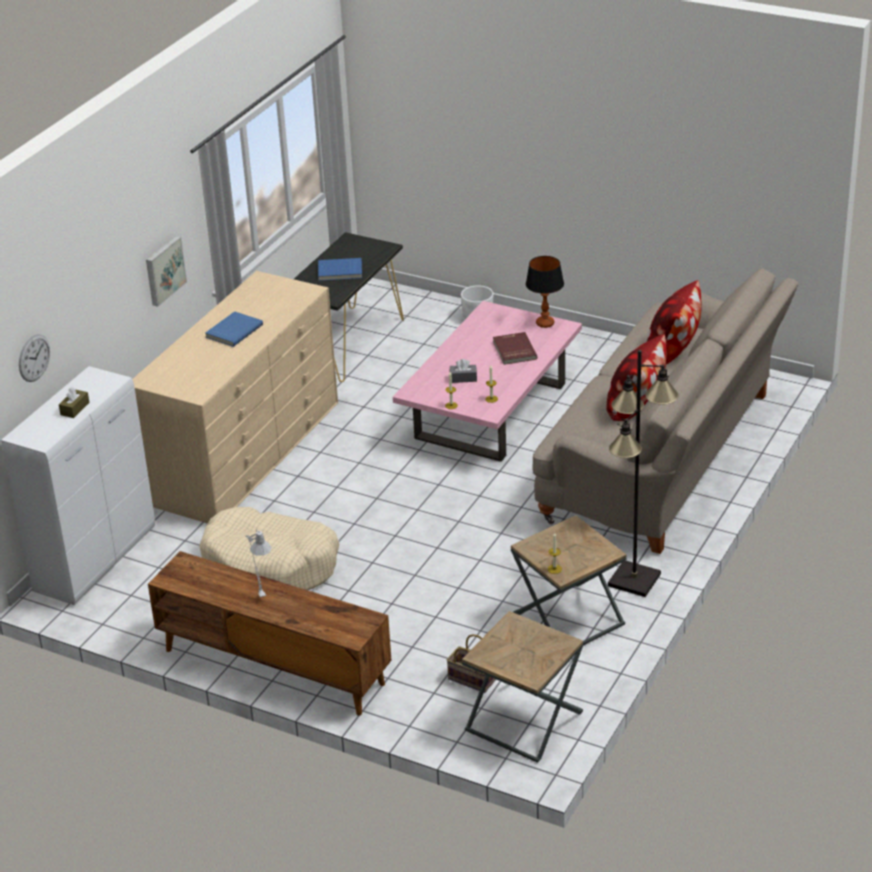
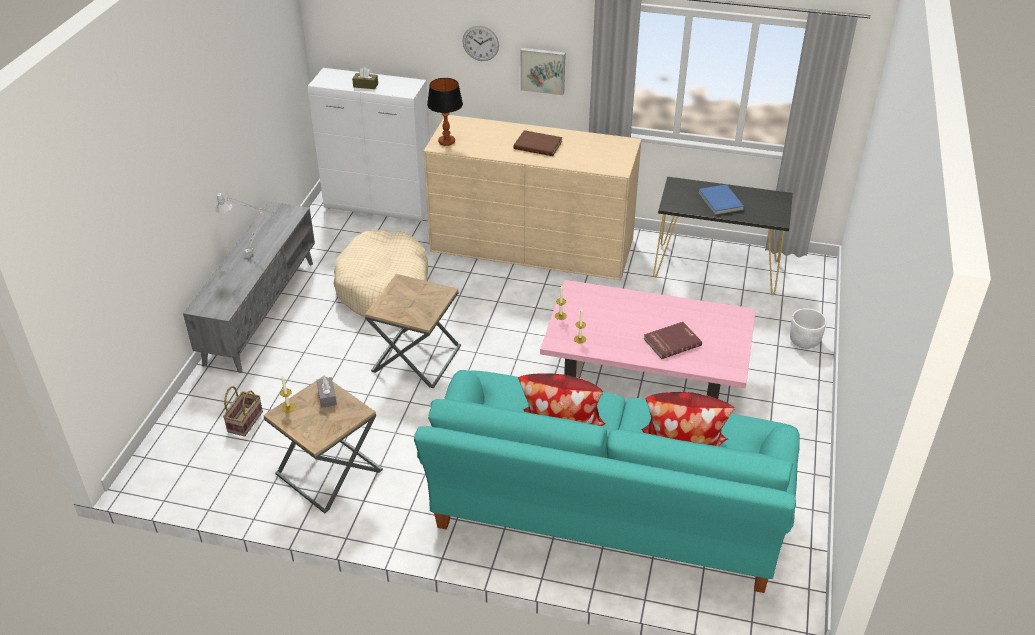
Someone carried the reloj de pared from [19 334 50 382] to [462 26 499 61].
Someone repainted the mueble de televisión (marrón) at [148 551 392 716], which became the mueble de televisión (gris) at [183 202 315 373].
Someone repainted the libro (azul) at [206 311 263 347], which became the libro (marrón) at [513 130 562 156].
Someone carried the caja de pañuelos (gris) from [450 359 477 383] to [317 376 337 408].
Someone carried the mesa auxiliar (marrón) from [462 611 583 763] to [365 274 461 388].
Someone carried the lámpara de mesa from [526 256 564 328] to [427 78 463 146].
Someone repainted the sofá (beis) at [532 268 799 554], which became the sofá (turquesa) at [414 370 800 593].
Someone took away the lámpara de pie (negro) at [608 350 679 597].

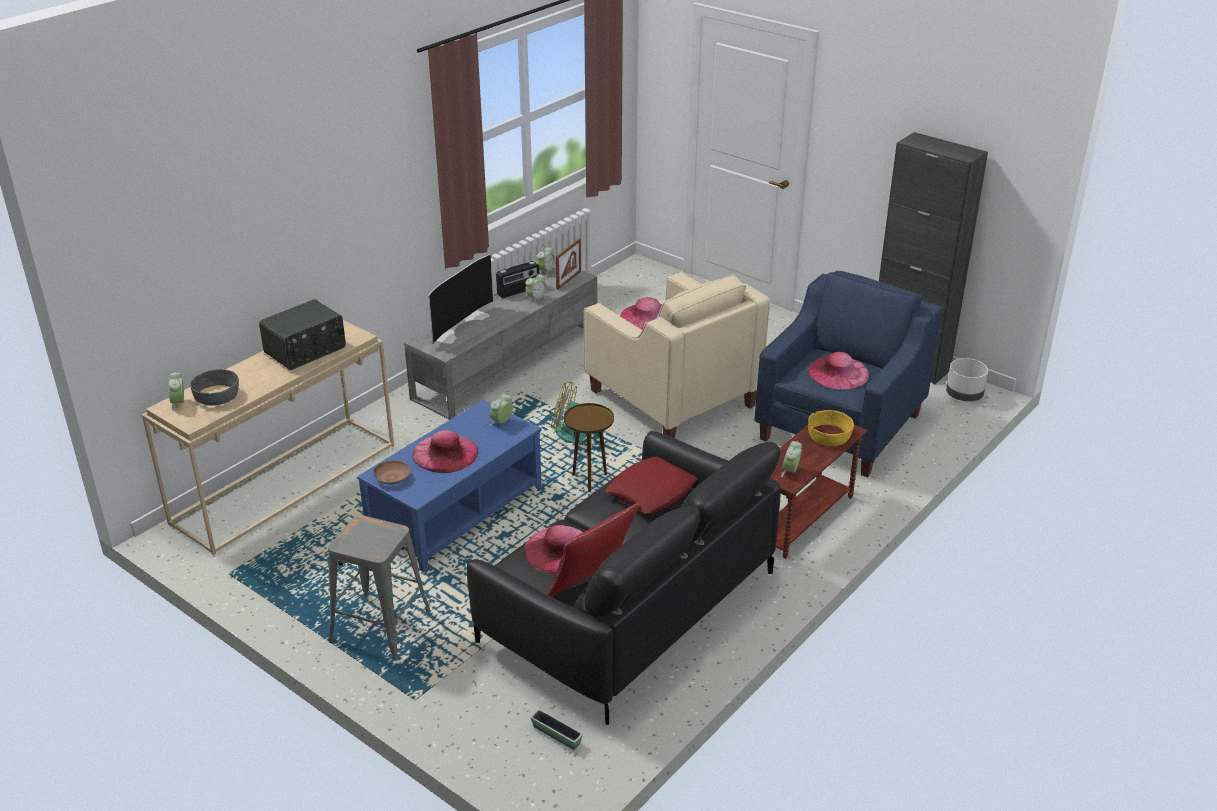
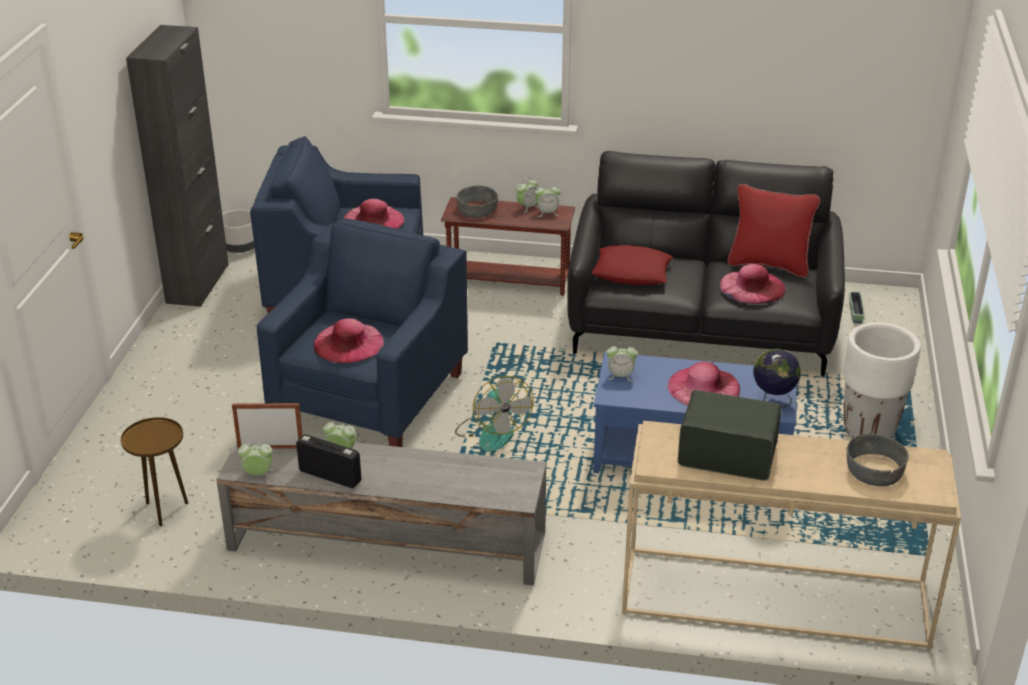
Someone carried the despertador from [169 372 184 411] to [516 178 538 213].
Someone swapped the taburete (gris) at [328 515 431 660] for the maceta (blanco) at [844 322 920 438].
Someone swapped the cuenco (marrón) at [373 460 410 485] for the globo terráqueo at [753 349 801 408].
Someone took away the televisor at [428 254 493 344].
Someone carried the mesa auxiliar (marrón) from [564 403 614 492] to [121 417 188 526].
Someone repainted the sillón (beis) at [584 272 770 438], which became the sillón (azul) at [257 219 468 447].
Someone repainted the cuenco (amarillo) at [808 410 854 446], which became the cuenco (gris) at [456 185 498 218].

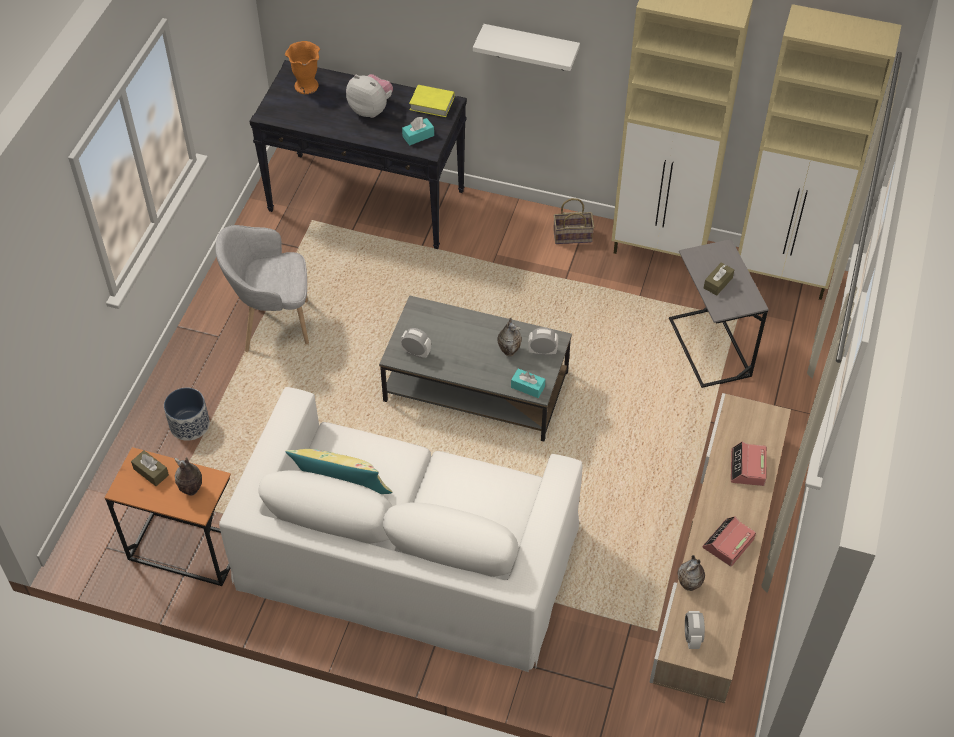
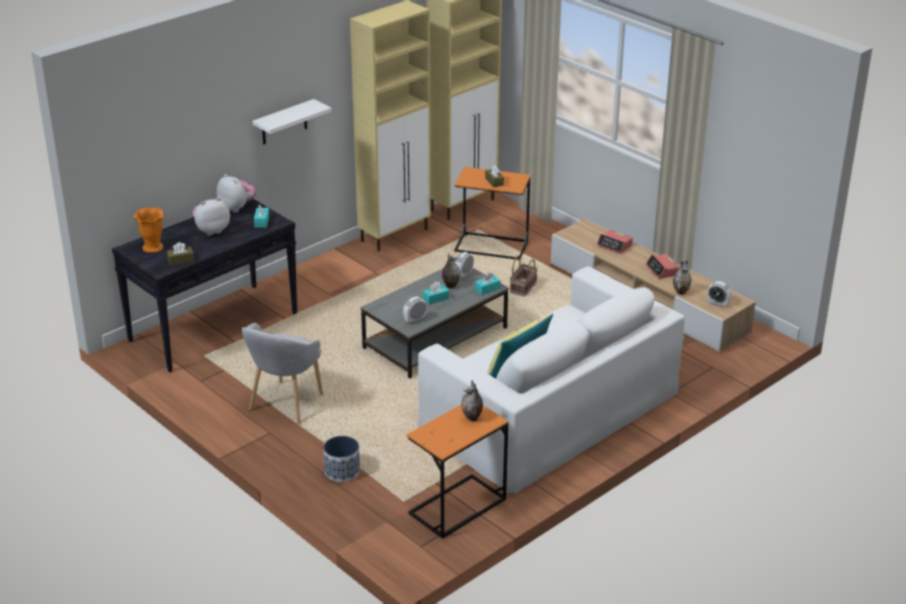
Someone carried the caja de pañuelos (marrón) from [131 450 169 486] to [167 242 194 266].
Someone swapped the libro (amarillo) at [409 85 455 117] for the peluche at [217 174 256 213].
Someone carried the cesta from [553 198 594 244] to [510 255 538 297].
Someone repainted the mesa auxiliar (gris) at [669 239 769 388], which became the mesa auxiliar (naranja) at [454 167 531 260].
Someone put down the caja de pañuelos (turquesa) at [423 282 449 305].

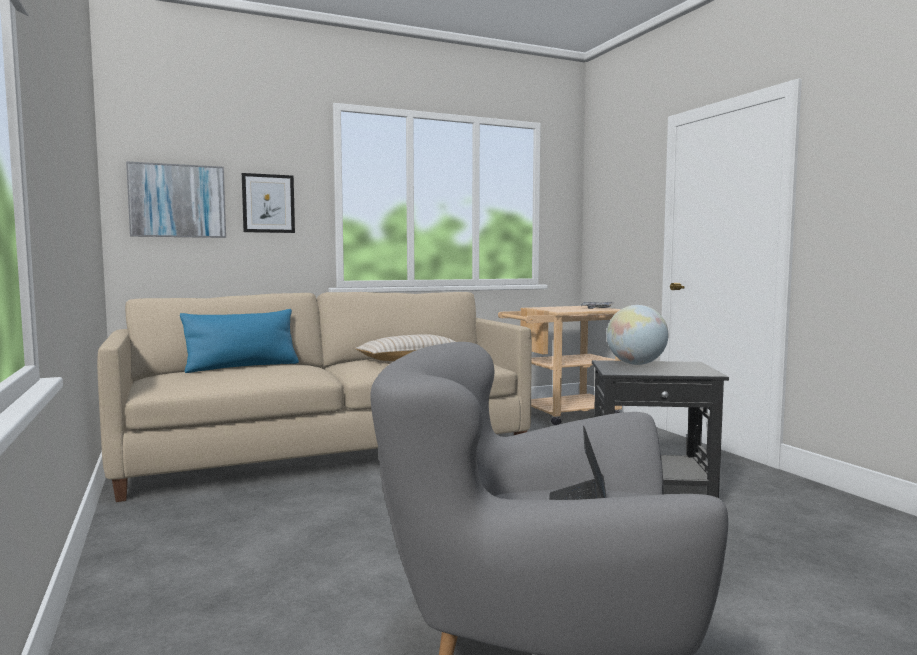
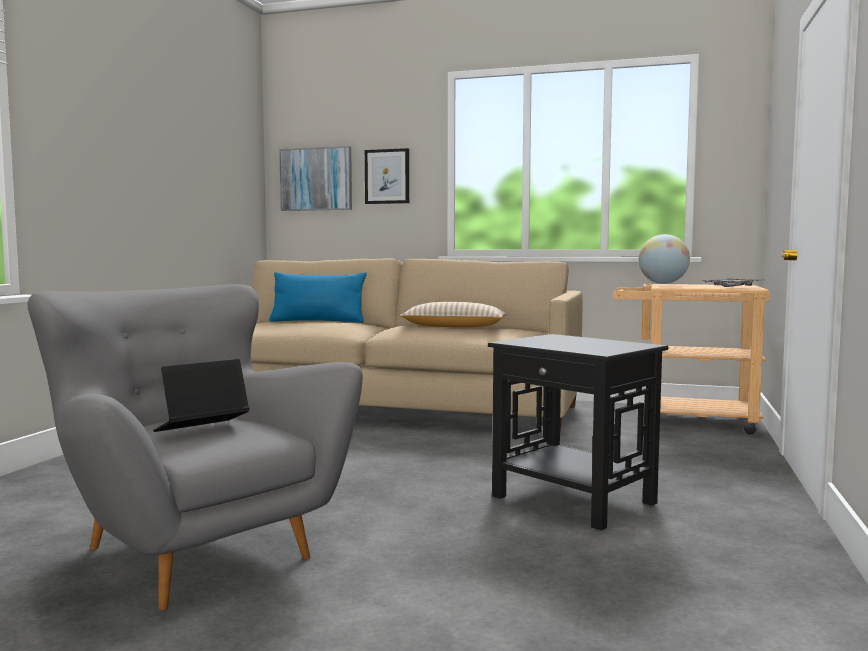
Someone carried the globo terráqueo from [606 305 668 365] to [639 234 690 284].

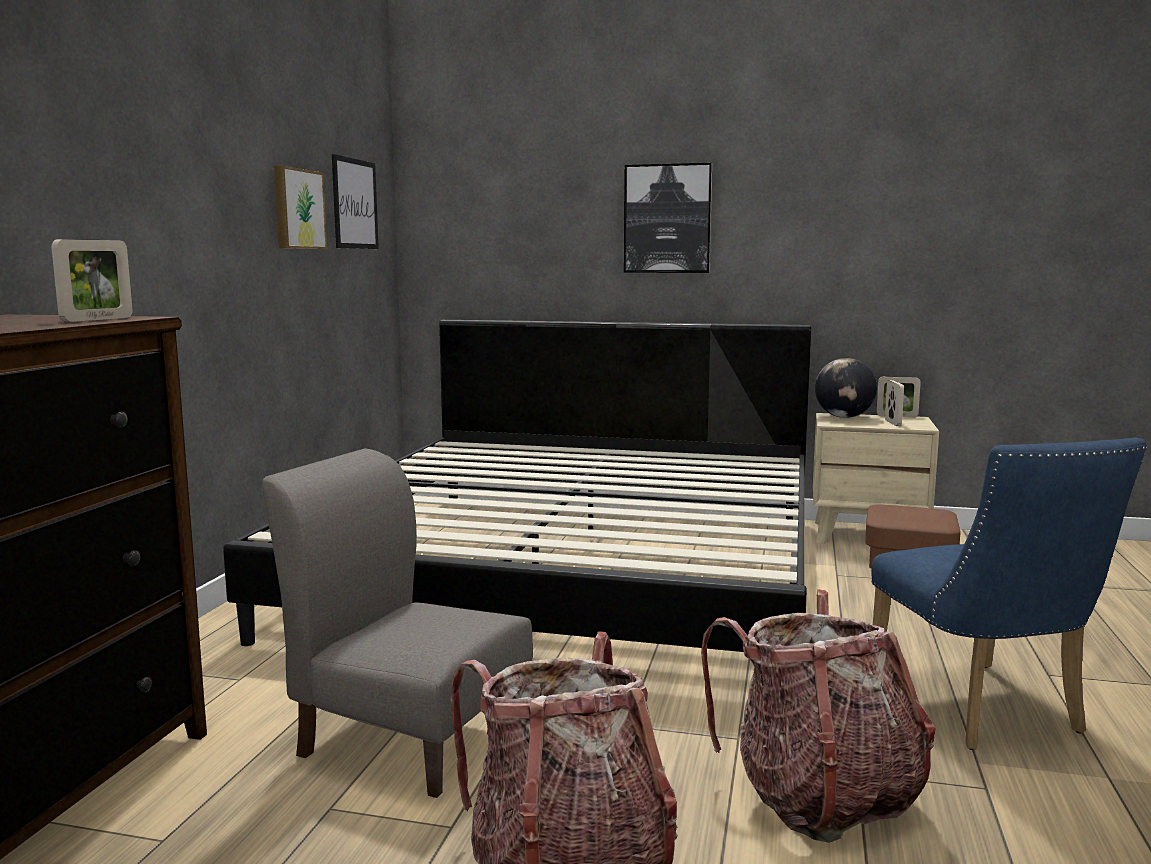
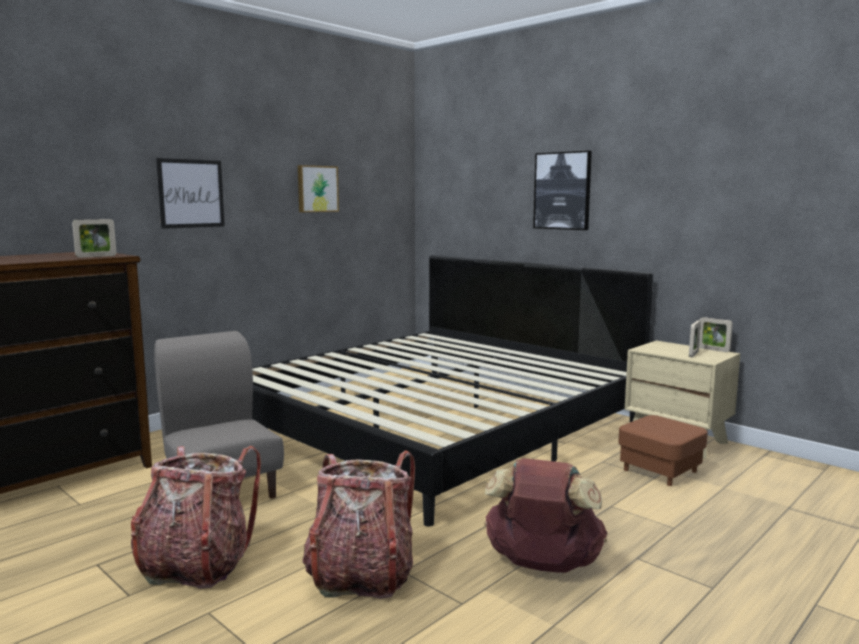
Someone carried the cuadro from [332 154 379 249] to [156 158 225 229].
Someone took away the globo terráqueo at [815 358 877 418].
Someone swapped the silla (azul) at [871 438 1147 750] for the mochila (marrón) at [484 458 608 573].

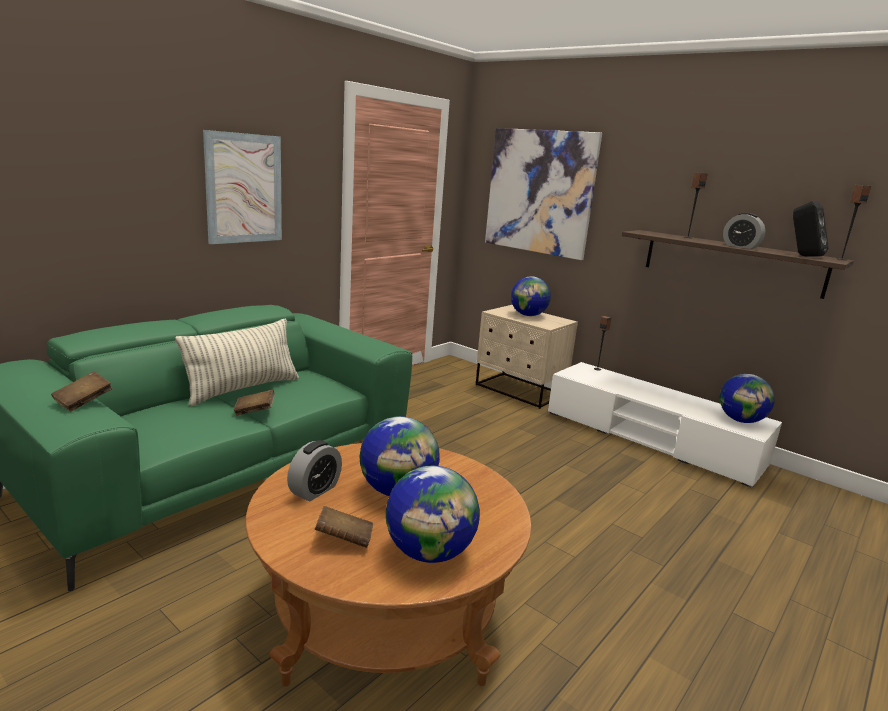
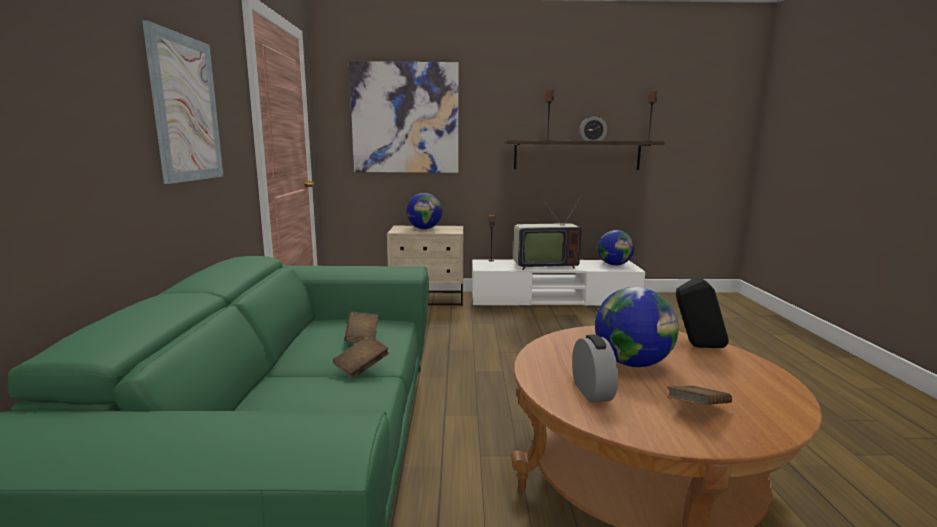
Someone carried the libro (marrón) from [51 372 112 411] to [345 312 378 343].
Someone took away the cojín at [175 318 299 406].
Someone took away the globo terráqueo at [386 466 480 563].
Someone carried the altavoz (negro) from [793 201 829 257] to [676 275 729 348].
Someone put down the televisor at [513 194 582 270].

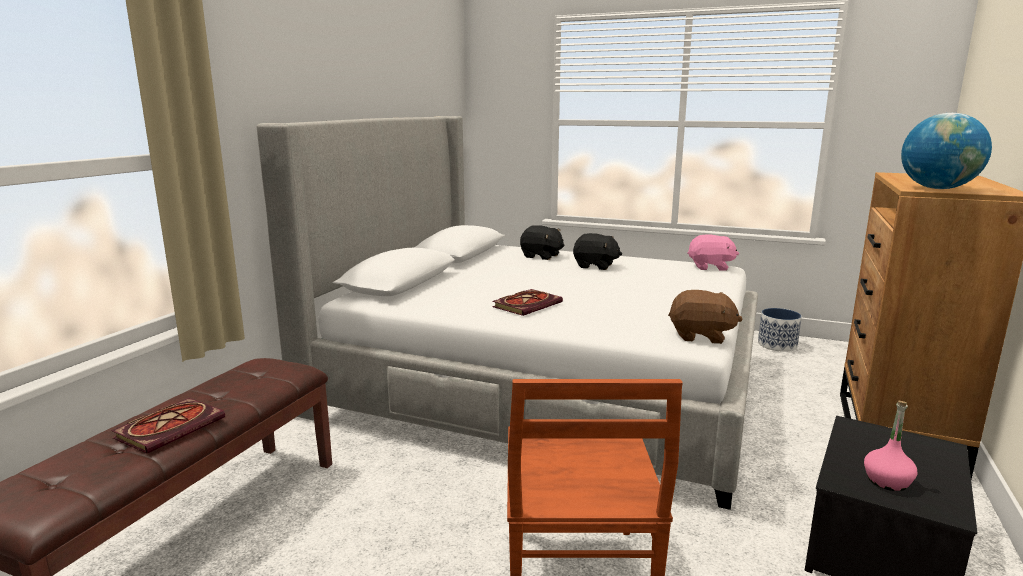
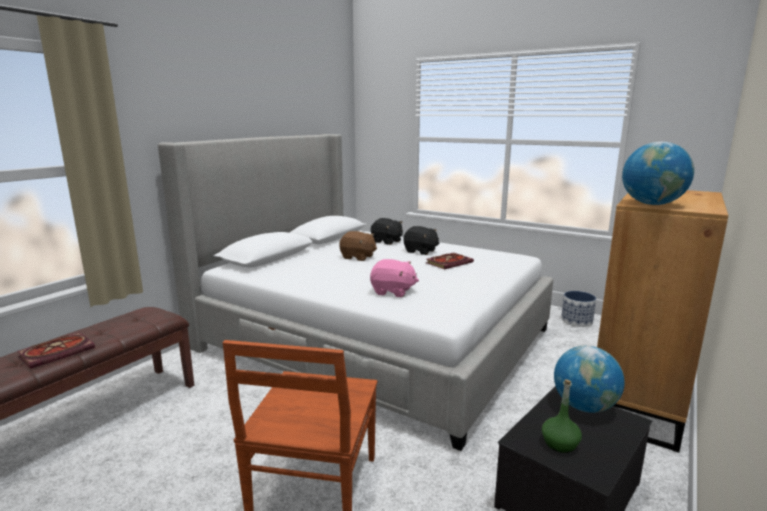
Someone carried the libro from [492 289 563 316] to [426 253 474 269].
Someone carried the peluche (marrón) from [668 290 742 344] to [339 231 377 261].
Someone carried the peluche (rosa) from [688 235 739 271] to [370 259 419 297].
Someone repainted the botella (rosa) at [864 401 917 491], which became the botella (verde) at [542 379 582 453].
Someone put down the globo terráqueo at [554 346 625 413].

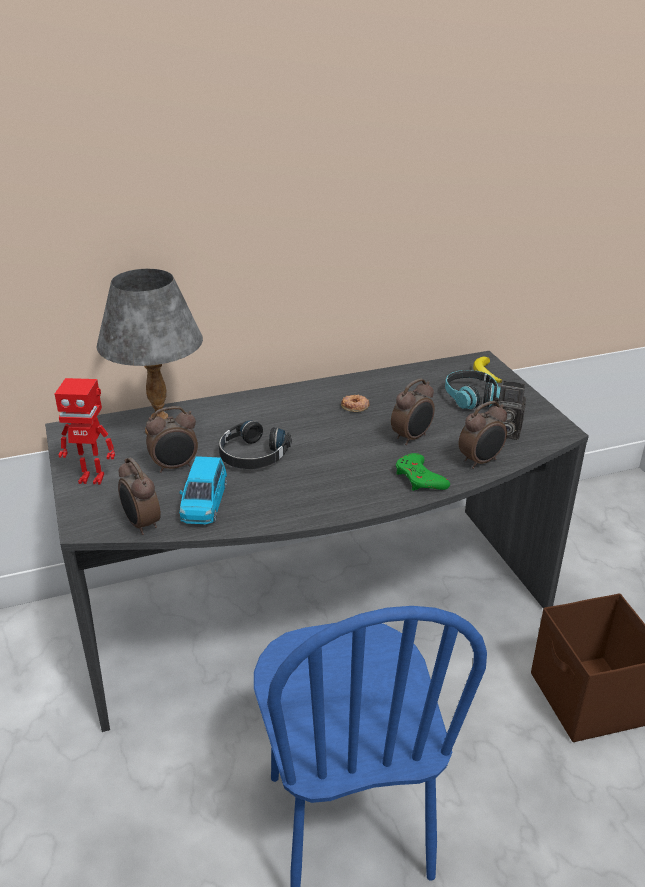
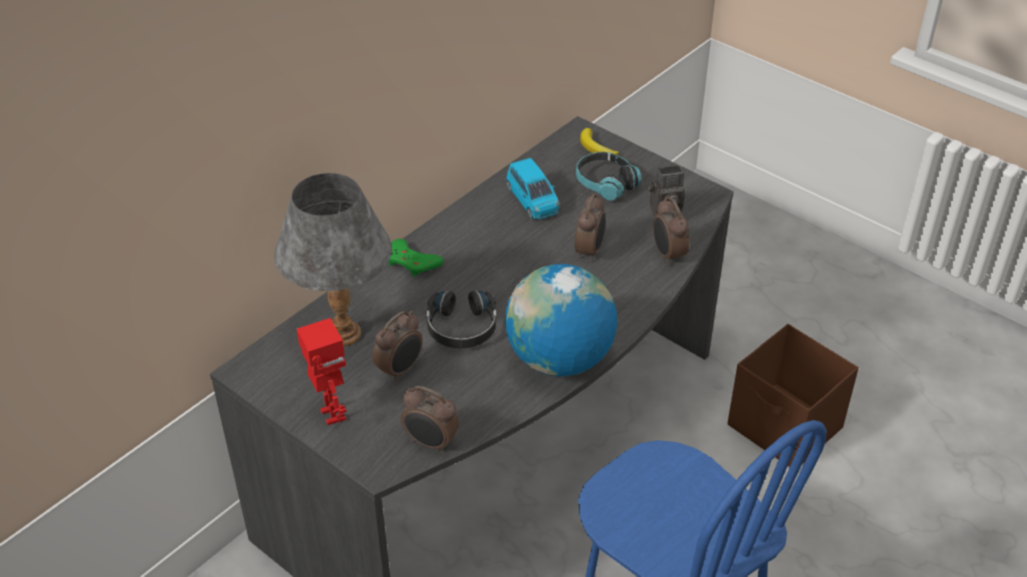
Someone rotated the robot de juguete at [55 378 115 484] by 90 degrees counterclockwise.
Someone carried the coche de juguete (azul) from [179 456 227 524] to [506 158 560 219].
Someone took away the rosquilla at [341 395 369 412].
Someone carried the mando de consola (verde) from [396 453 450 491] to [389 239 443 277].
Someone rotated the despertador at [459 401 507 469] by 135 degrees clockwise.
Someone put down the globo terráqueo at [505 264 617 376].

